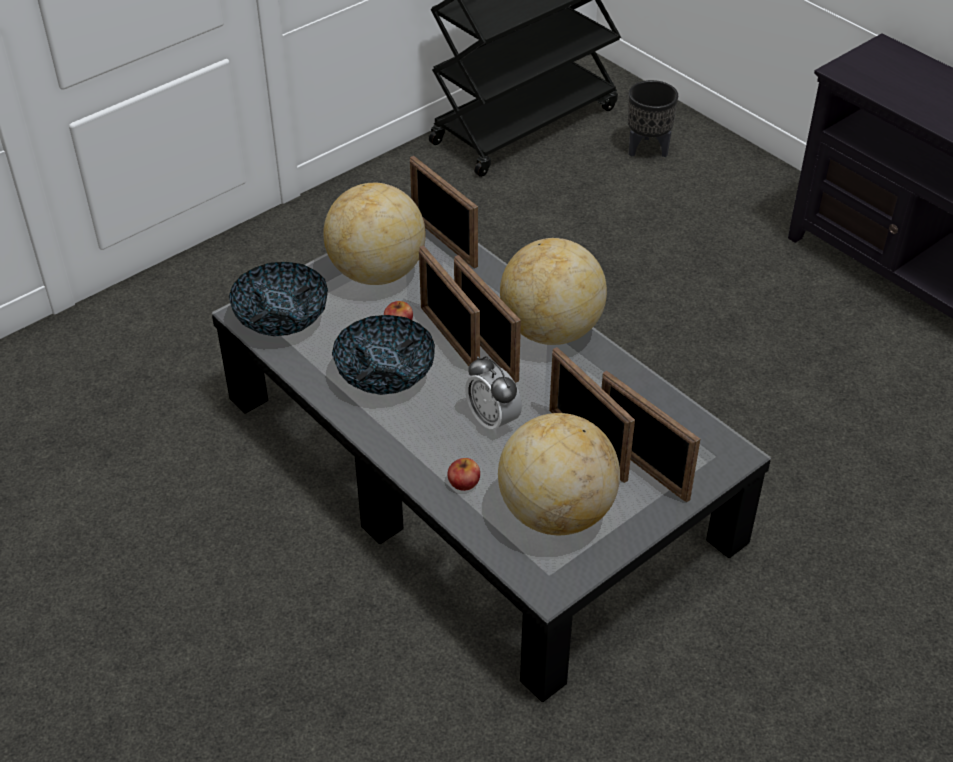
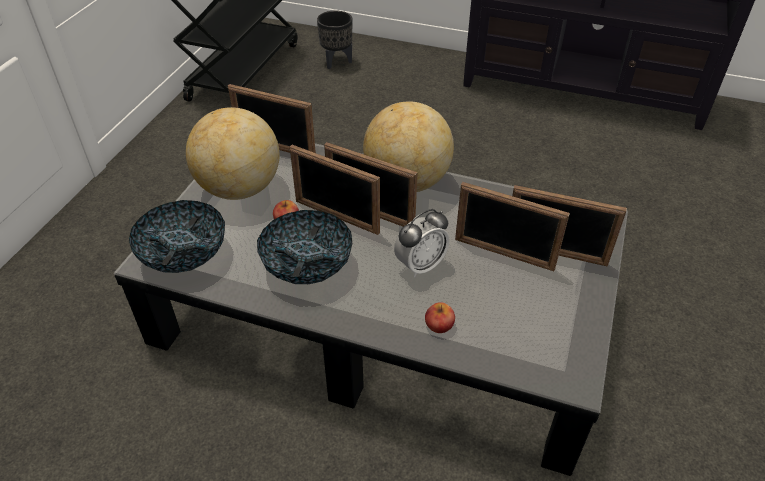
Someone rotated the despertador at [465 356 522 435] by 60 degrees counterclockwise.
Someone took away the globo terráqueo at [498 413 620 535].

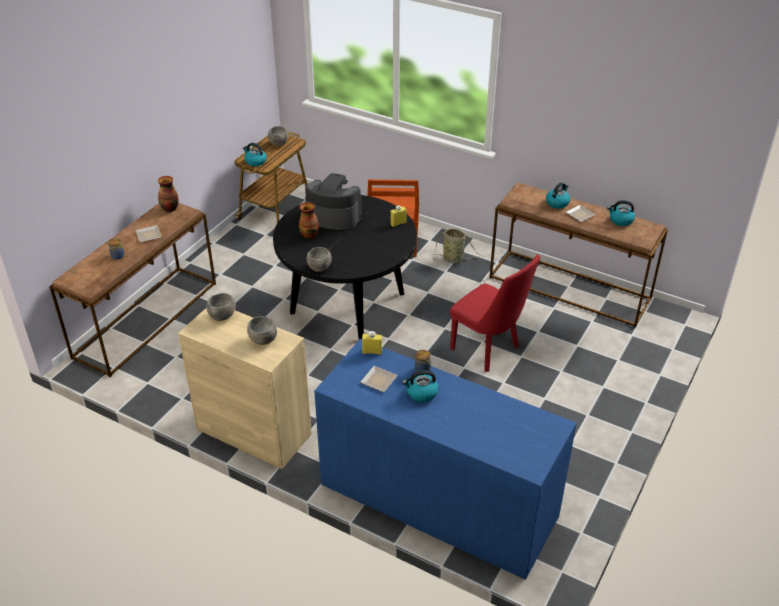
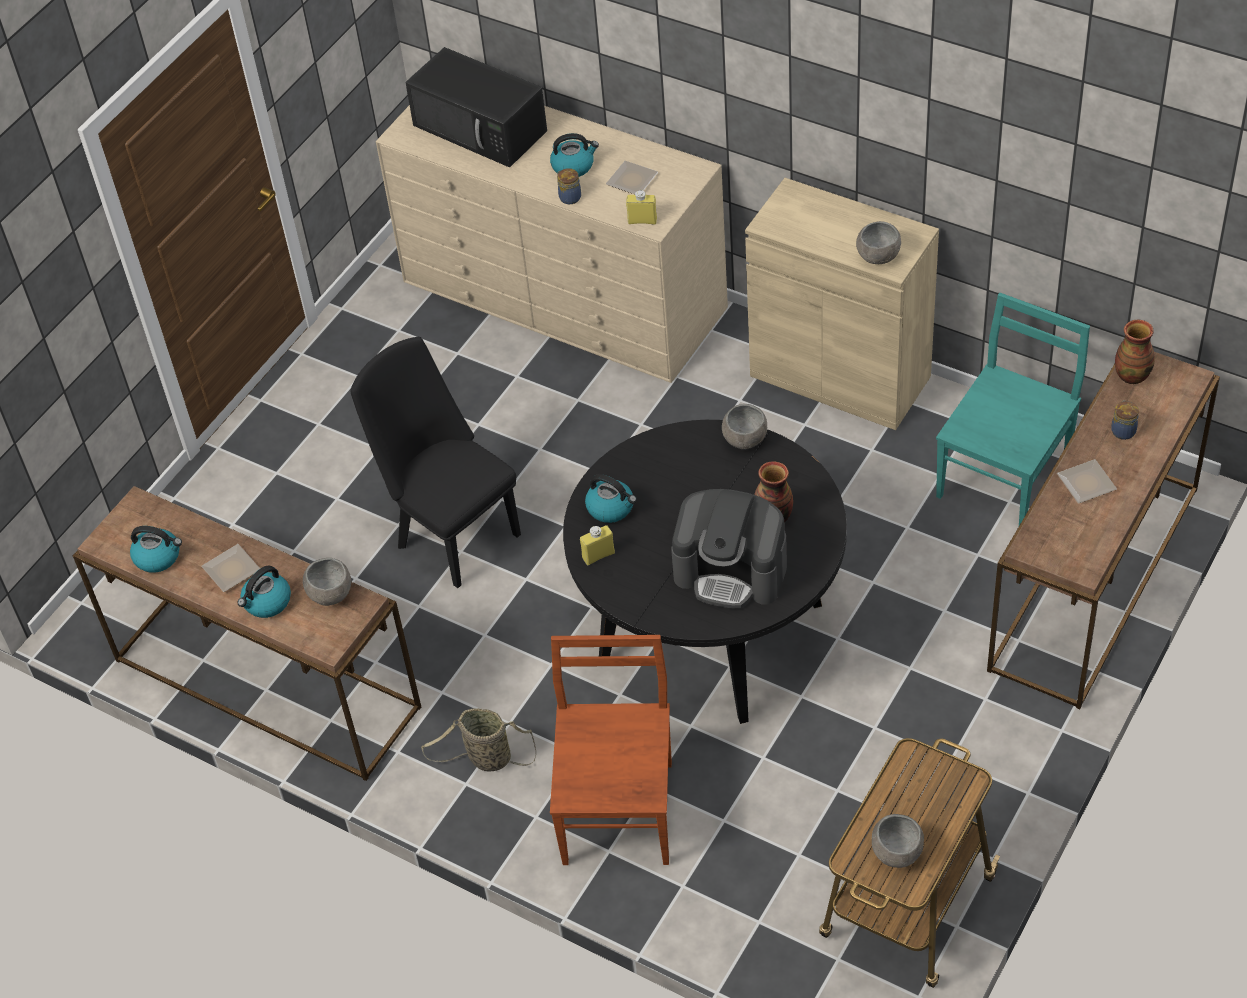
Someone carried the florero from [158 176 179 212] to [1115 320 1155 384].
Someone carried the hervidor from [243 143 267 166] to [585 474 637 523].
Someone carried the cuenco (gris) from [247 316 277 345] to [303 558 351 606].
Someone repainted the cómoda (azul) at [314 339 577 580], which became the cómoda (beis) at [376 105 728 383].
Someone repainted the silla (rojo) at [450 254 540 372], which became the silla (negro) at [350 337 521 588].
Someone put down the microondas (negro) at [405 47 547 167].
Someone put down the silla (turquesa) at [936 293 1090 526].

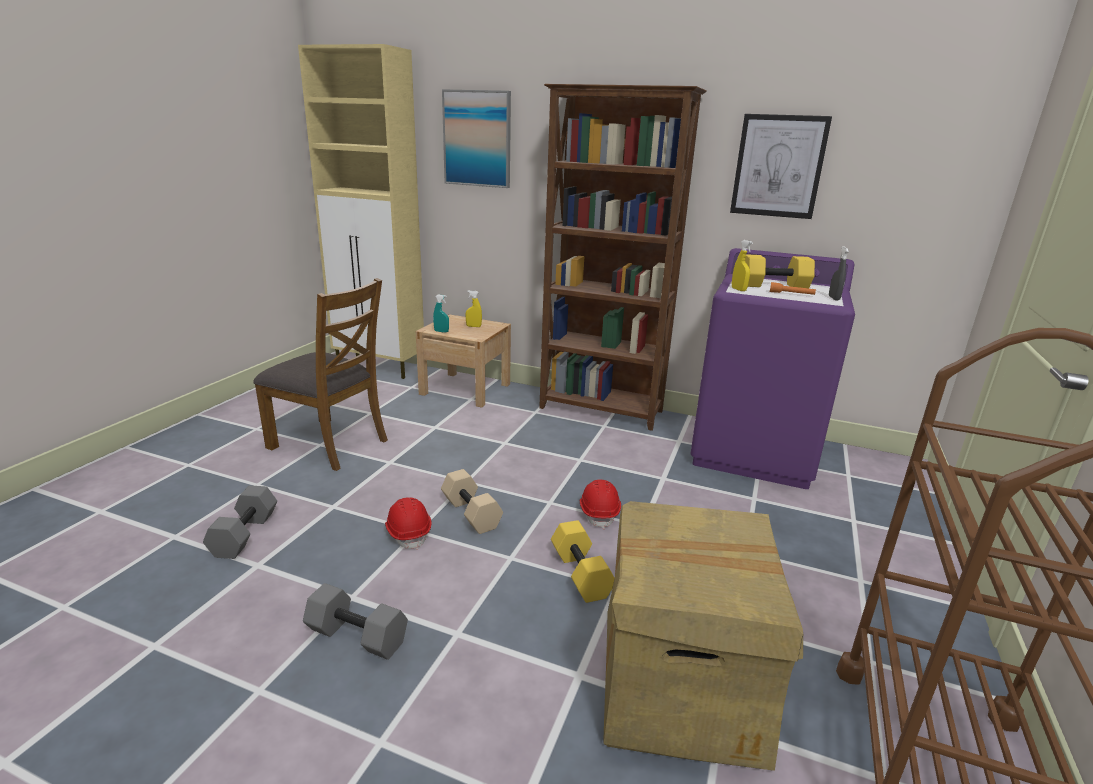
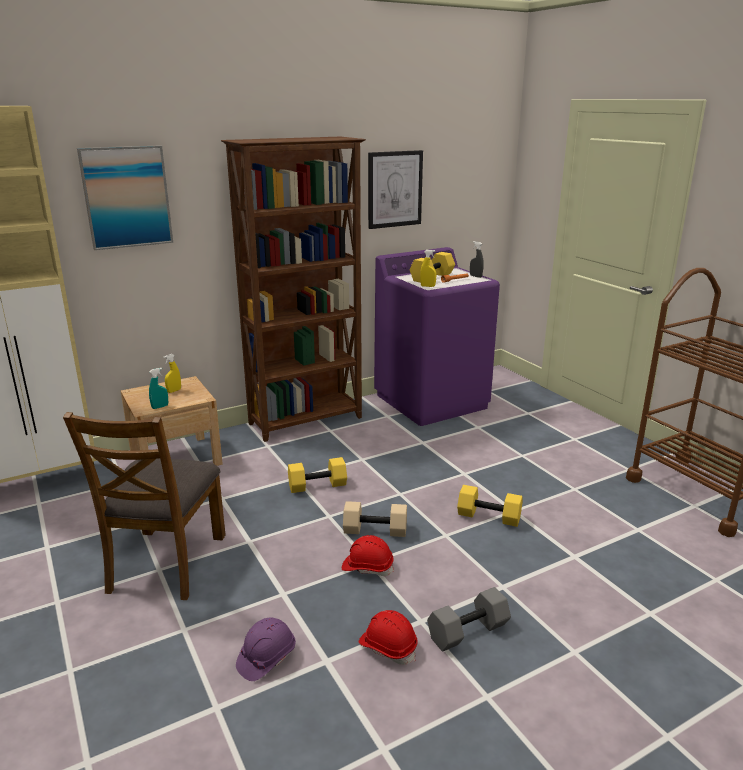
Someone swapped the mancuerna (gris) at [203 485 277 559] for the casco (morado) at [236 617 296 681].
Someone rotated the silla (marrón) at [253 278 388 471] by 120 degrees clockwise.
Someone carried the casco (rojo) from [580 479 621 529] to [359 610 418 665].
Someone took away the caja de cartón at [603 501 803 771].
Someone put down the mancuerna (amarillo) at [288 457 347 493].

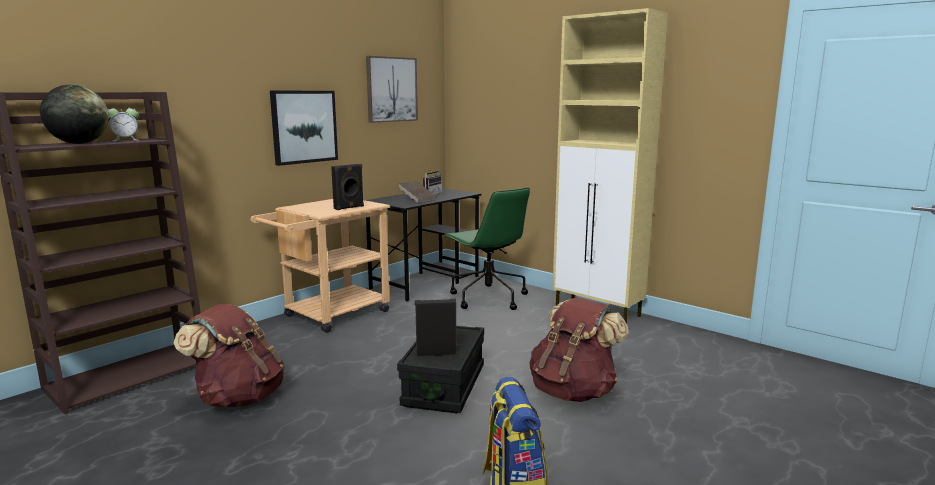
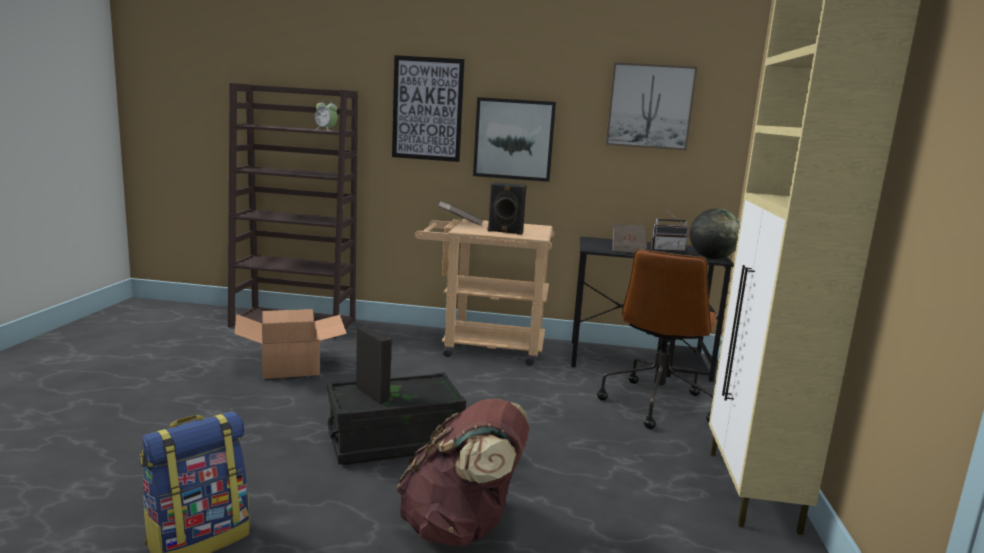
Someone carried the globo terráqueo from [40 85 109 144] to [690 209 740 259].
Someone swapped the mochila (marrón) at [174 304 284 407] for the caja de cartón at [234 309 347 379].
Someone repainted the silla de oficina (verde) at [443 187 530 310], which became the silla de oficina (marrón) at [597 249 717 429].
Someone put up the cuadro at [392 55 465 162].
Someone put down the libro (marrón) at [438 200 484 226].

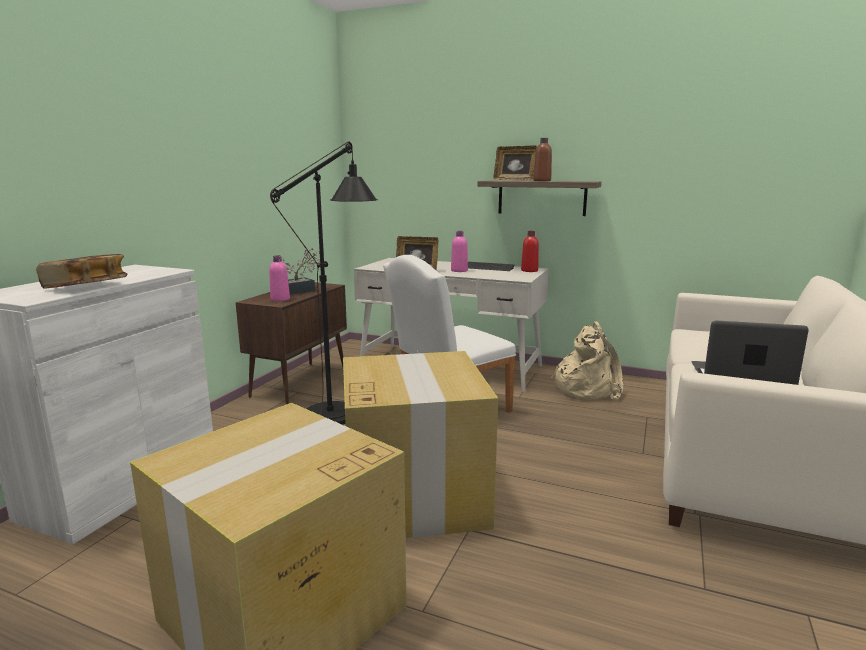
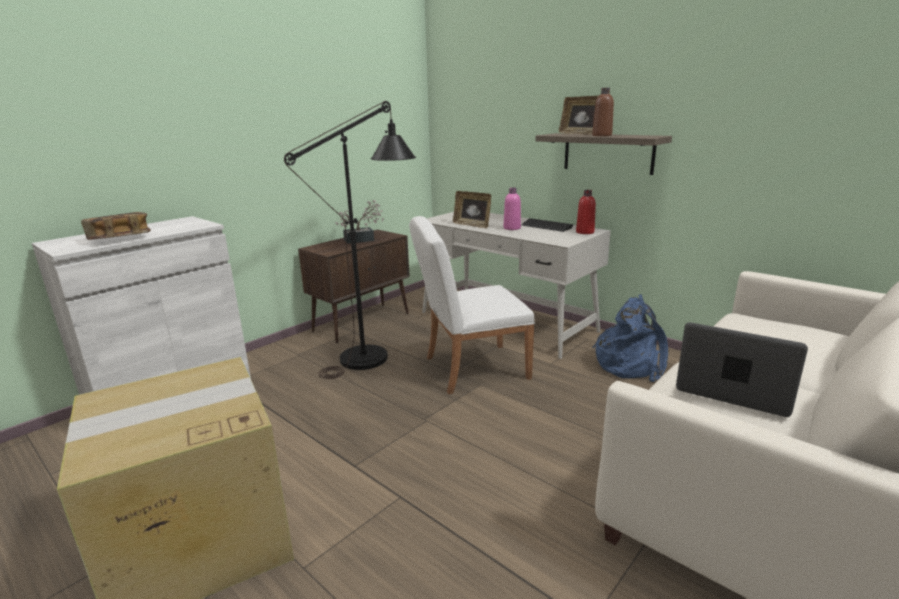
Someone took away the botella (rosa) at [269 255 290 301].
Someone took away the caja de cartón at [343 351 498 539].
Someone repainted the mochila (beis) at [551 321 623 401], which became the mochila (azul) at [592 294 668 382].

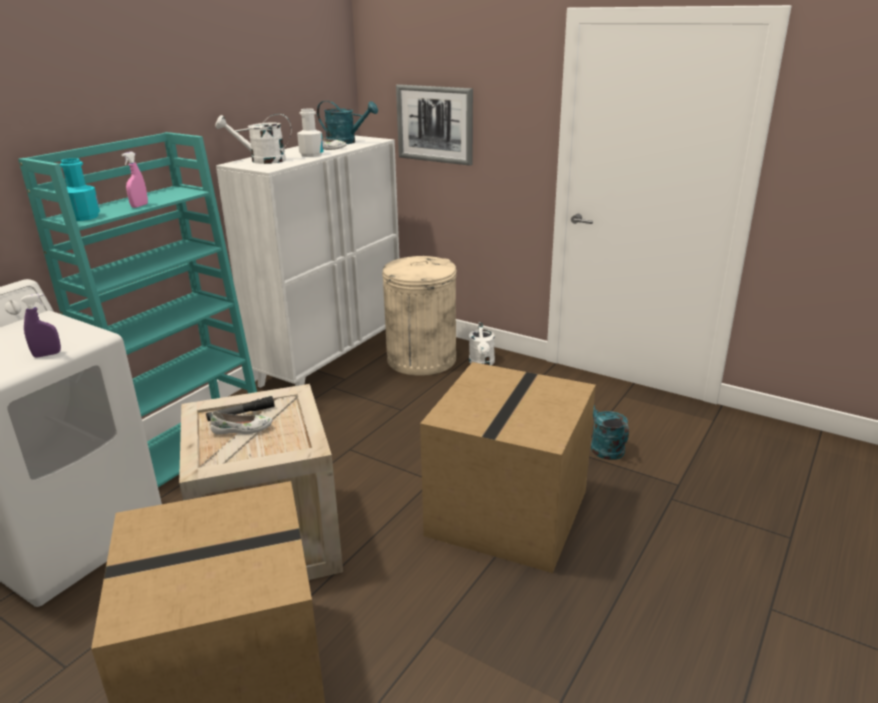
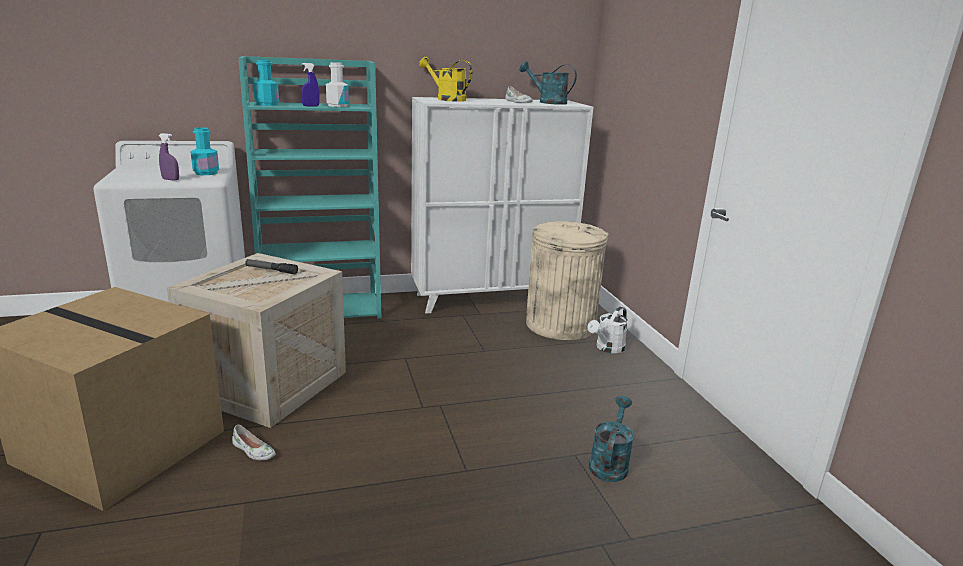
Someone repainted the pulverizador (rosa) at [122 152 148 208], which became the pulverizador (azul) at [301 63 320 106].
Someone carried the zapato (blanco) from [210 411 273 434] to [232 425 276 460].
Someone repainted the regadera (blanco) at [215 114 292 164], which became the regadera (amarillo) at [419 57 472 102].
Someone carried the botella (blanco) from [297 109 323 157] to [326 62 349 107].
Someone rotated the regadera (turquesa) at [317 101 378 144] by 150 degrees clockwise.
Someone took away the cuadro at [396 84 473 166].
Someone took away the caja de cartón at [420 362 596 573].
Someone put down the botella (turquesa) at [190 127 219 175].

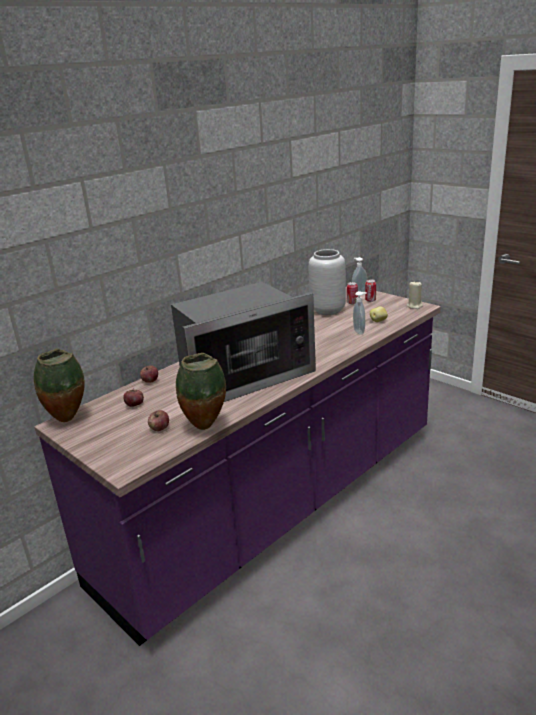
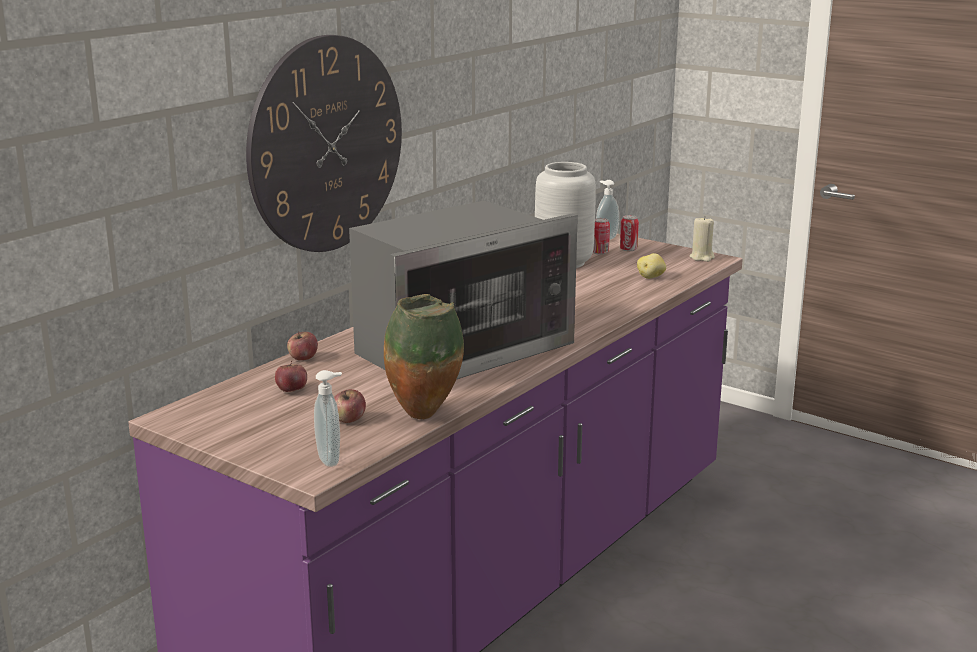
Someone took away the florero at [34 349 85 422].
Someone carried the dispensador de jabón from [353 291 367 334] to [314 370 342 467].
Someone put up the reloj de pared at [246 35 402 252].

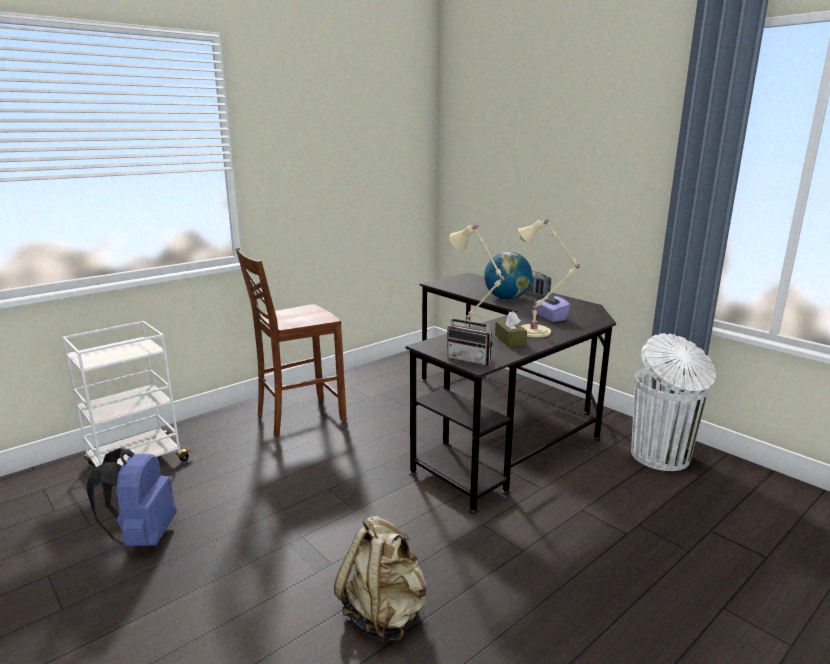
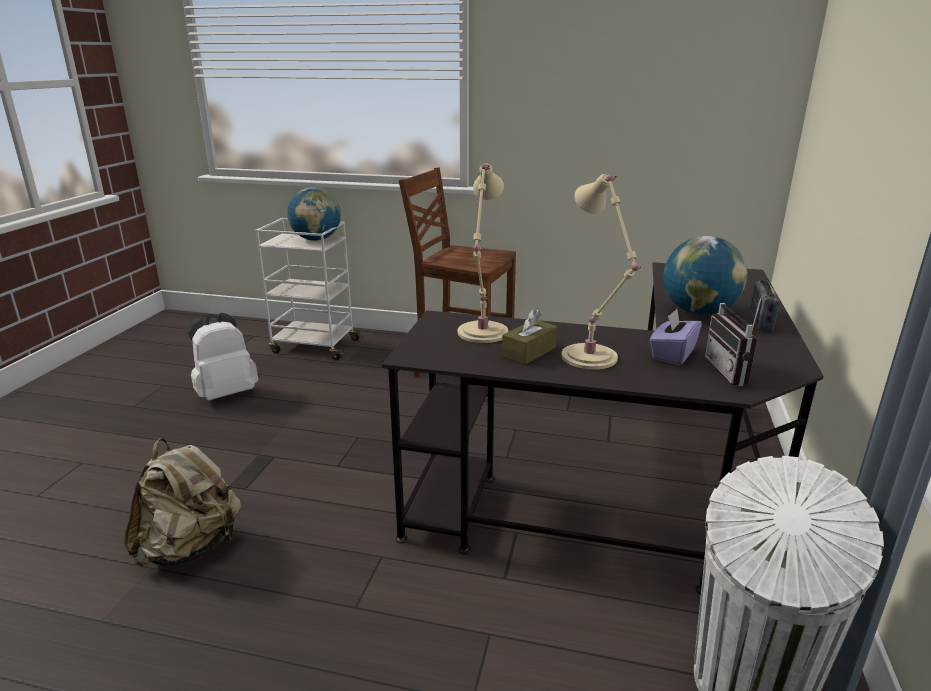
Someone repainted the mochila (azul) at [87 448 177 546], which became the mochila (blanco) at [187 313 258 400].
Someone carried the radio from [447 305 493 366] to [705 294 762 386].
Someone put down the globo terráqueo at [287 187 341 241].

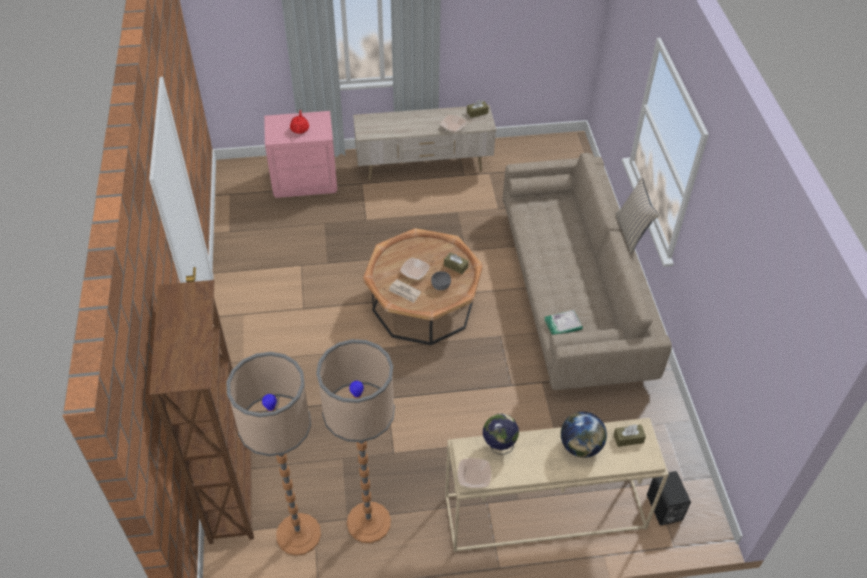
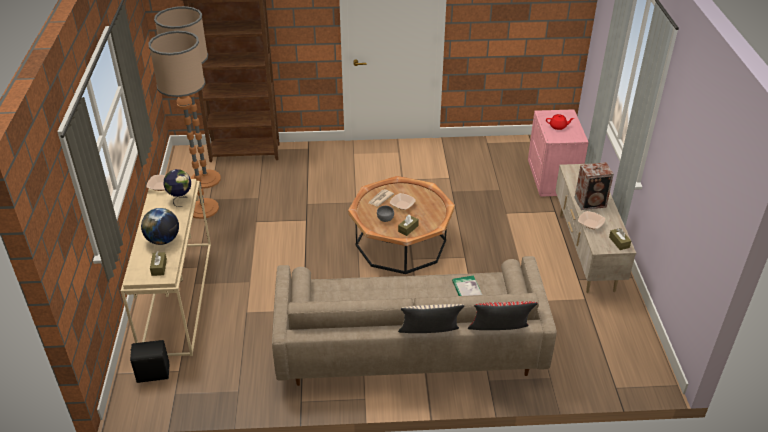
Someone carried the libro from [544 310 583 335] to [452 275 482 296].
Someone put down the cojín (rojo) at [468 302 538 330].
Someone put down the altavoz at [574 162 614 210].

